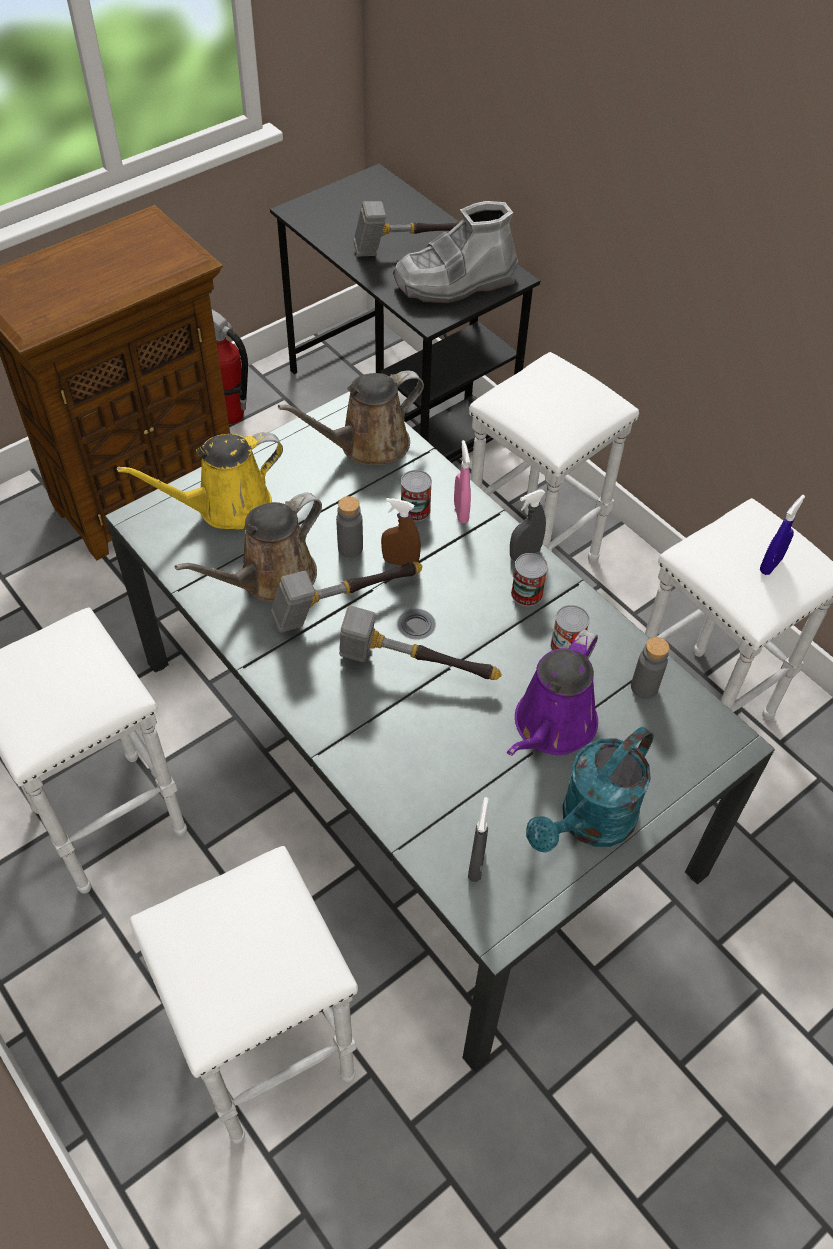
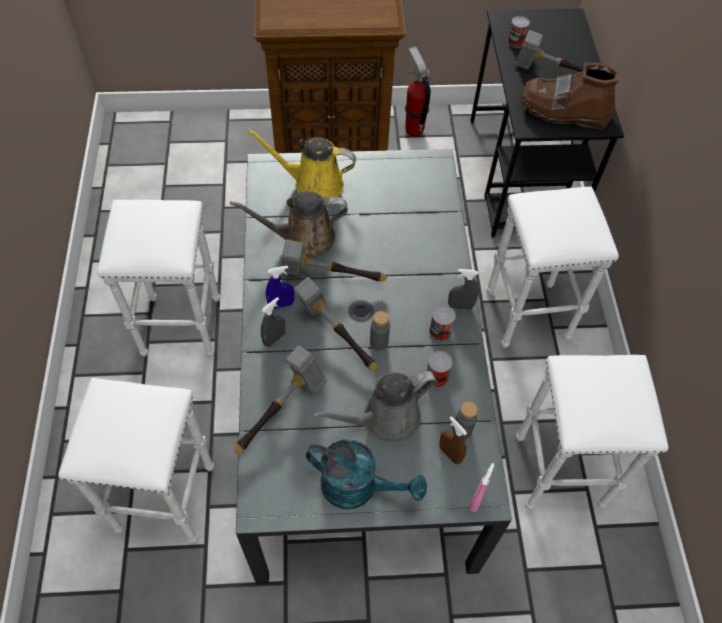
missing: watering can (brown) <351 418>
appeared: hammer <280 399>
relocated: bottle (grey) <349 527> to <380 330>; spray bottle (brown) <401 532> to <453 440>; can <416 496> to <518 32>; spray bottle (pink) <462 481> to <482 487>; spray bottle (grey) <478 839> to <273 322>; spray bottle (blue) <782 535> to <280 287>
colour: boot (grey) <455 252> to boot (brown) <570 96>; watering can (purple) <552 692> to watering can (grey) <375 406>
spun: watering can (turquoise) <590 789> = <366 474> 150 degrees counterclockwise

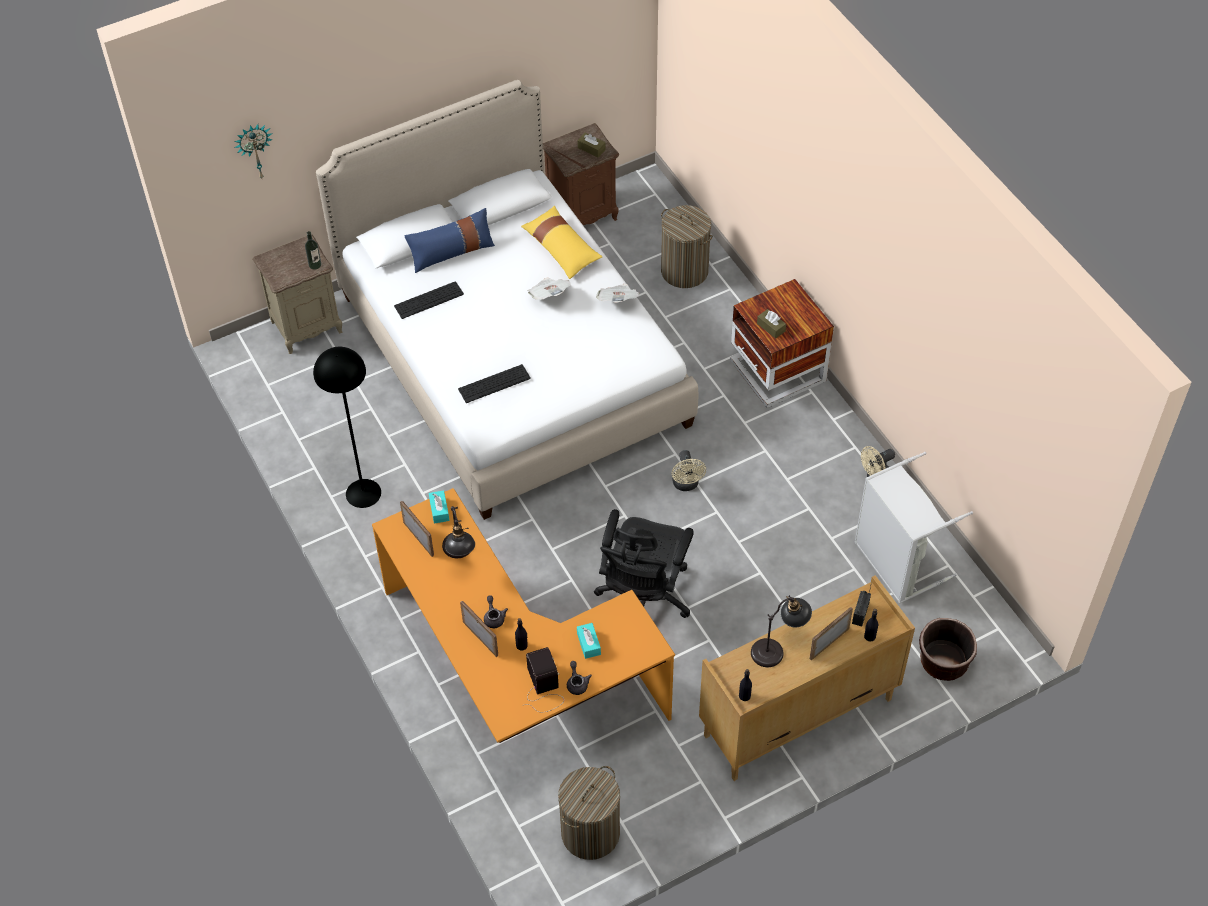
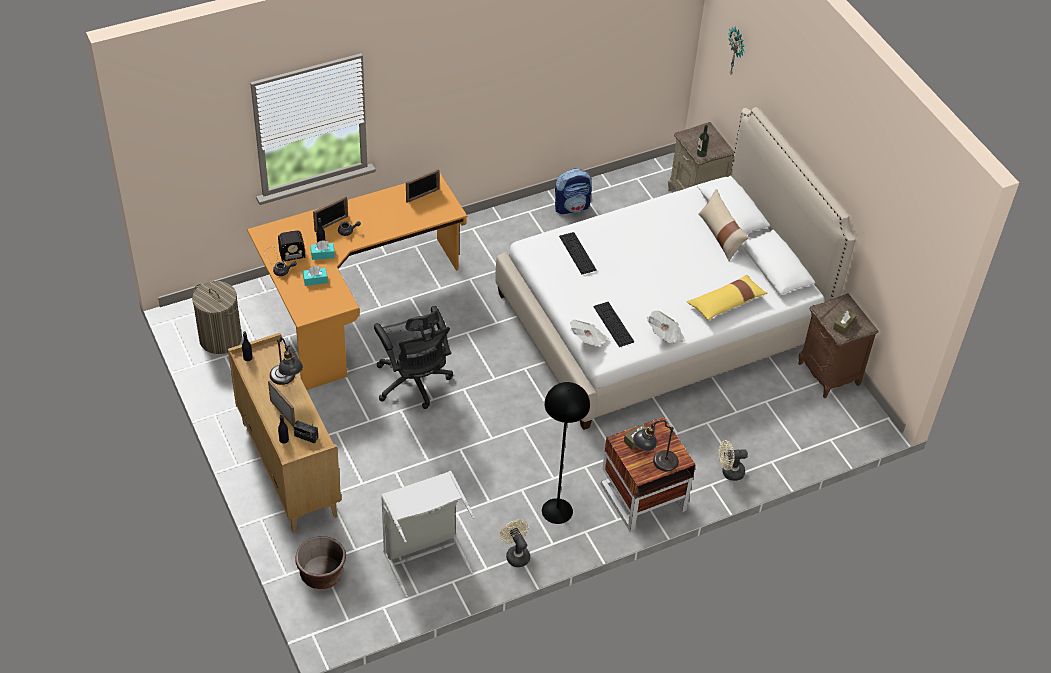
missing: laundry basket <687 246>
appeared: backpack <573 191>
relocated: floor lamp (black) <347 427> to <566 453>; keyboard <429 300> to <613 324>; tissue box (turquoise) <439 507> to <323 250>; table lamp (grey) <458 532> to <656 445>; newspaper <549 289> to <589 333>; fan (beige) <689 470> to <733 460>
colour: pillow (blue) <449 240> to pillow (beige) <723 225>
spun: office chair <644 563> = <413 357> 135 degrees counterclockwise

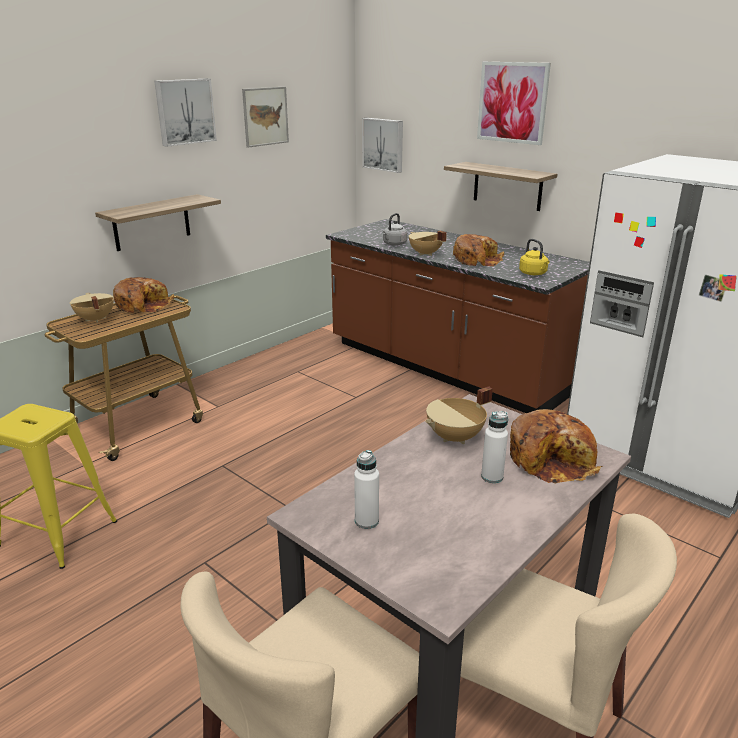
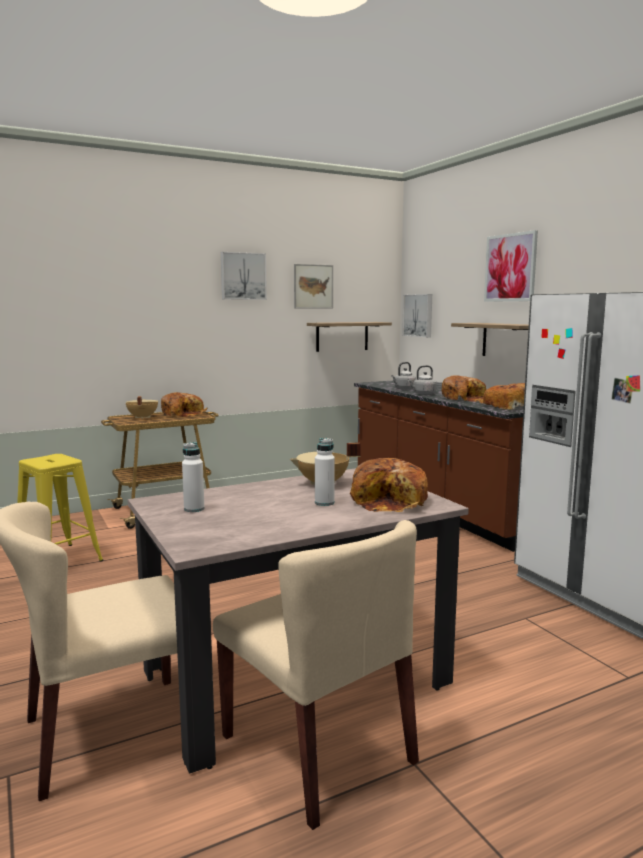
relocated: shelf <158 222> to <349 337>
exchanged: cooking pot (beige) <428 243> to kettle (grey) <422 380>; kettle (yellow) <534 257> to bread <501 396>

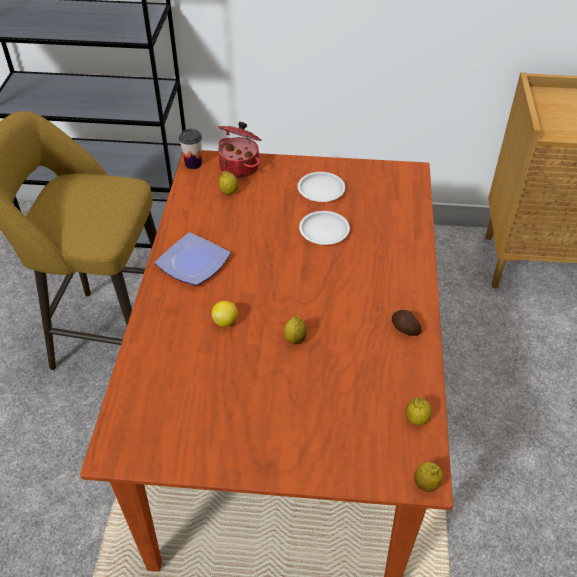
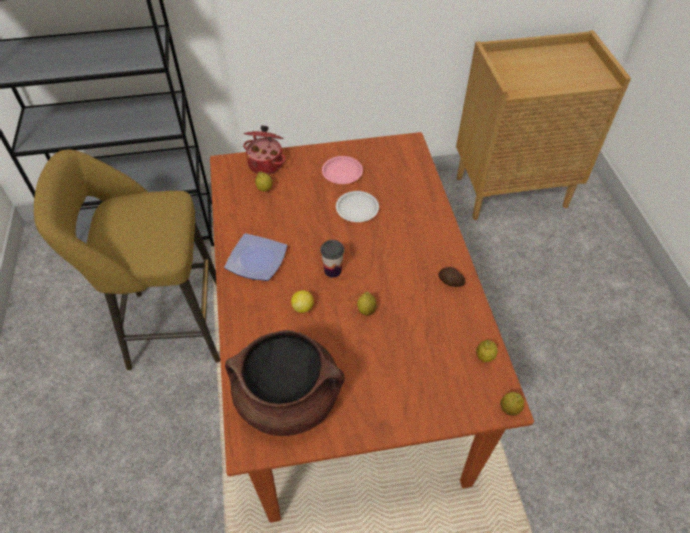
appeared: cooking pot (brown) <285 383>
relocated: cup <190 149> to <332 259>
colour: plate (white) <321 187> to plate (pink) <342 170>

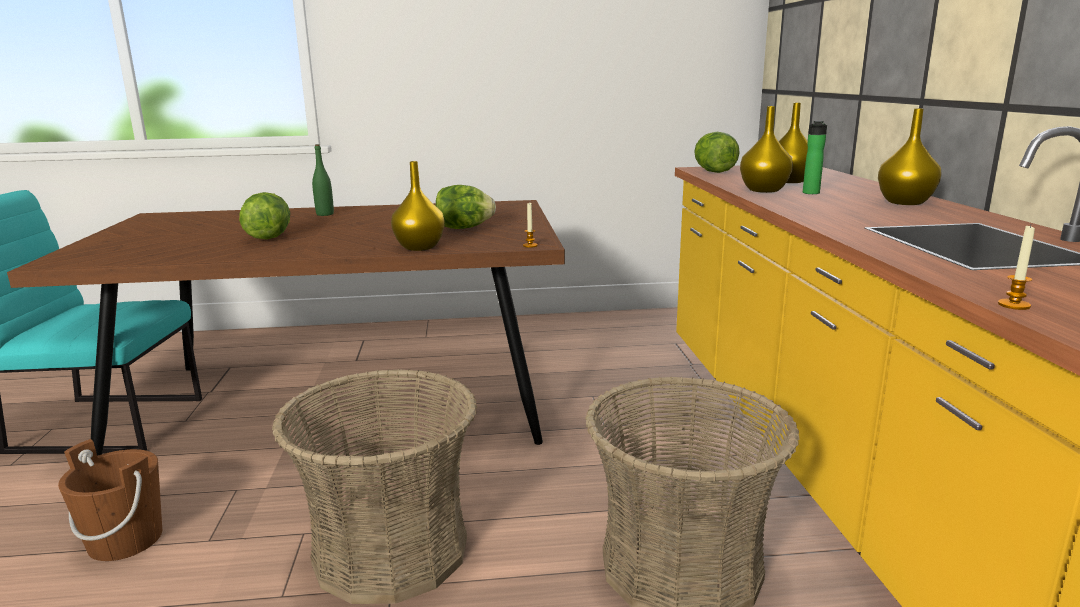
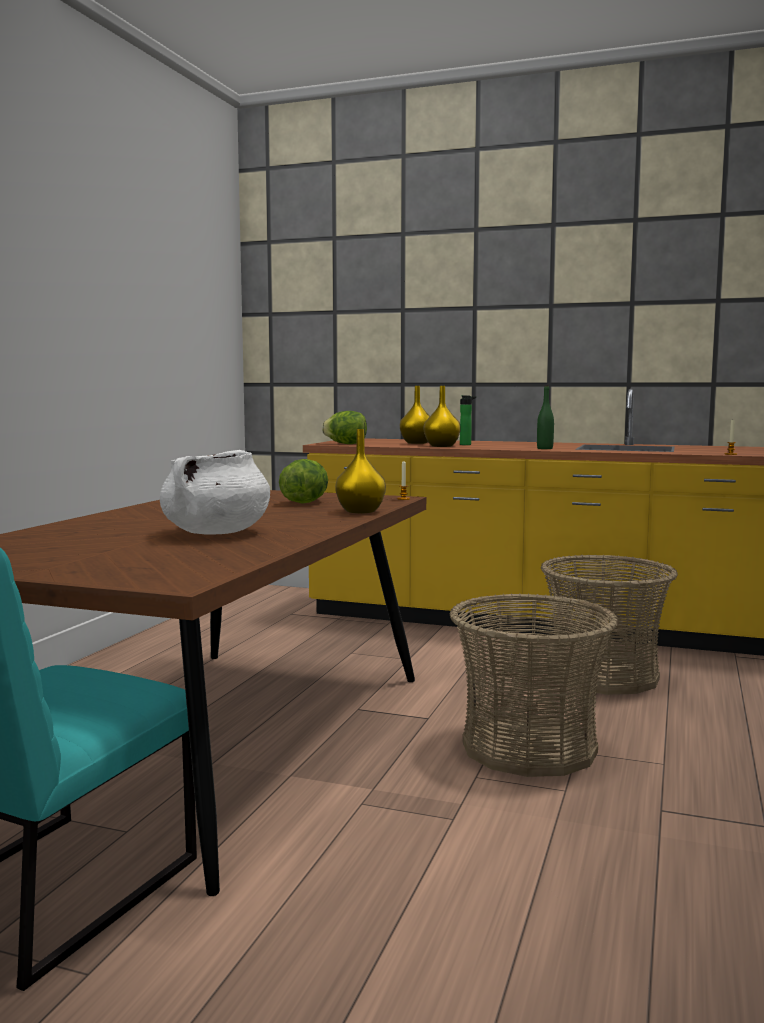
missing: bucket (brown) <110 500>; vase (yellow) <910 156>
relocated: bottle (green) <323 180> to <545 417>
exchanged: lettuce <264 215> to cooking pot (white) <215 492>

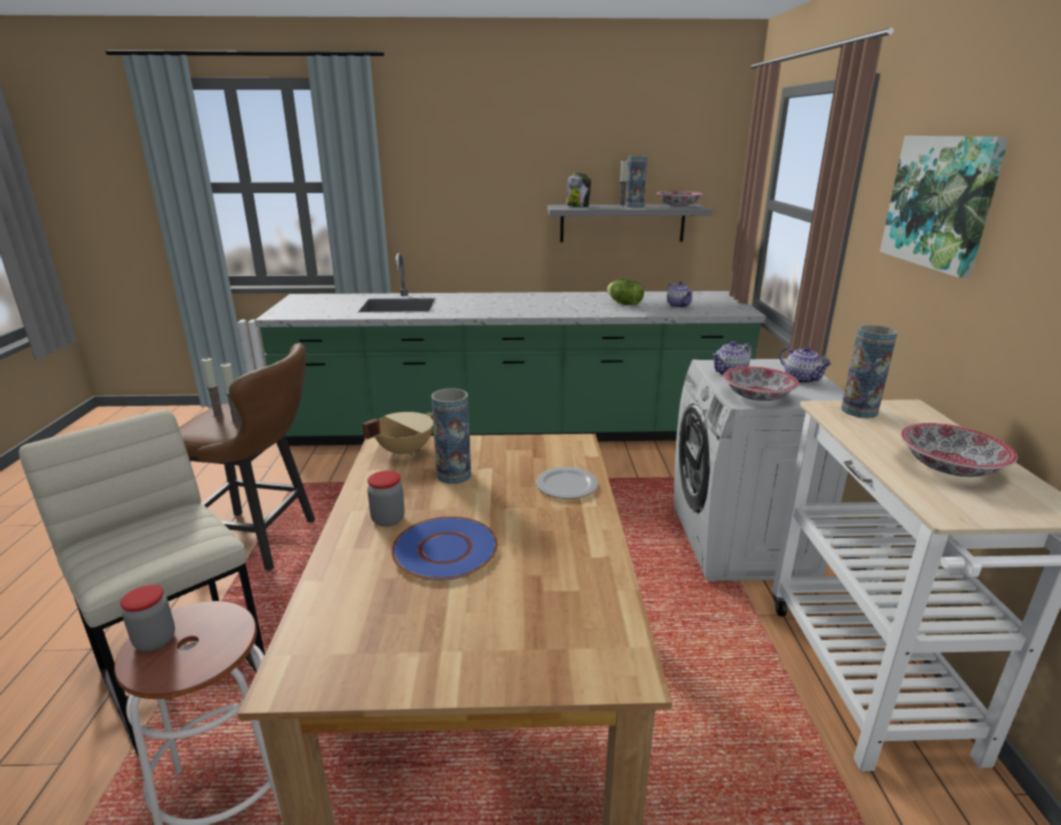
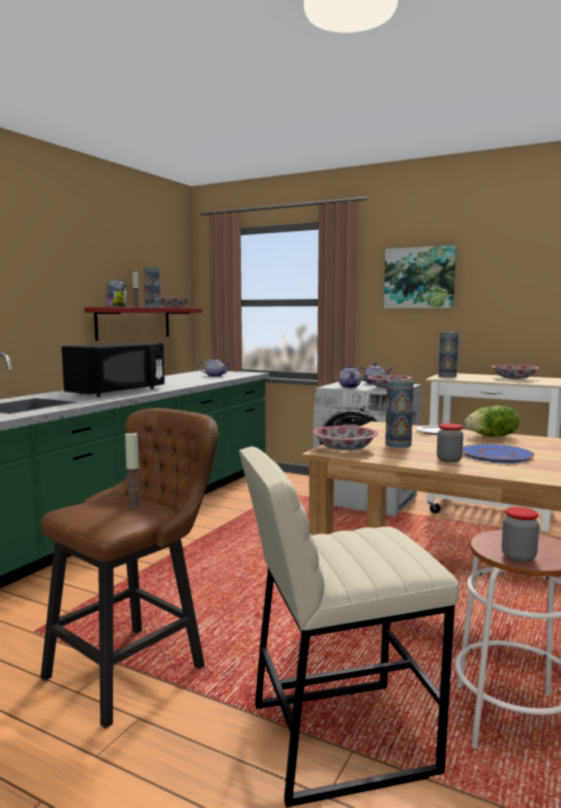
missing: candle <212 387>
appeared: microwave (black) <113 369>
relocated: lettuce <625 292> to <492 421>
exchanged: cooking pot (beige) <397 434> to bowl <345 438>
colour: shelf (grey) <629 223> to shelf (red) <143 324>

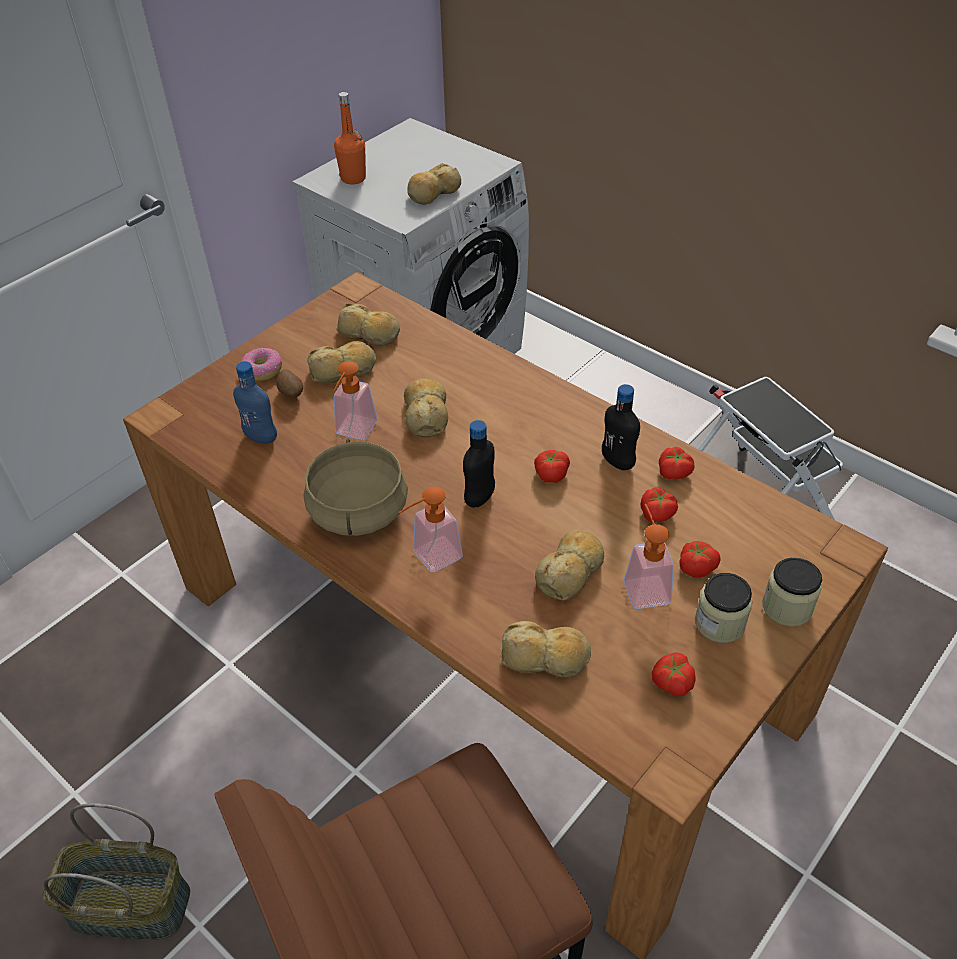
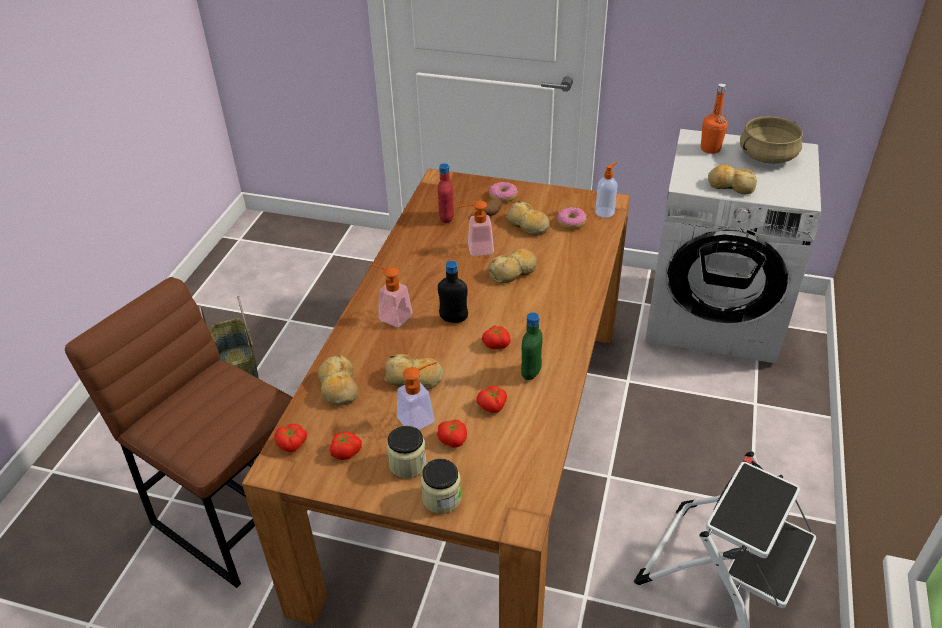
appeared: soap dispenser <606 190>
relocated: cooking pot (beige) <355 487> to <771 140>; tomato <677 463> to <290 438>
exchanged: bread <368 324> to donut <572 218>
colour: bottle (blue) <255 402> to bottle (red) <446 193>; bottle (black) <621 427> to bottle (green) <532 346>

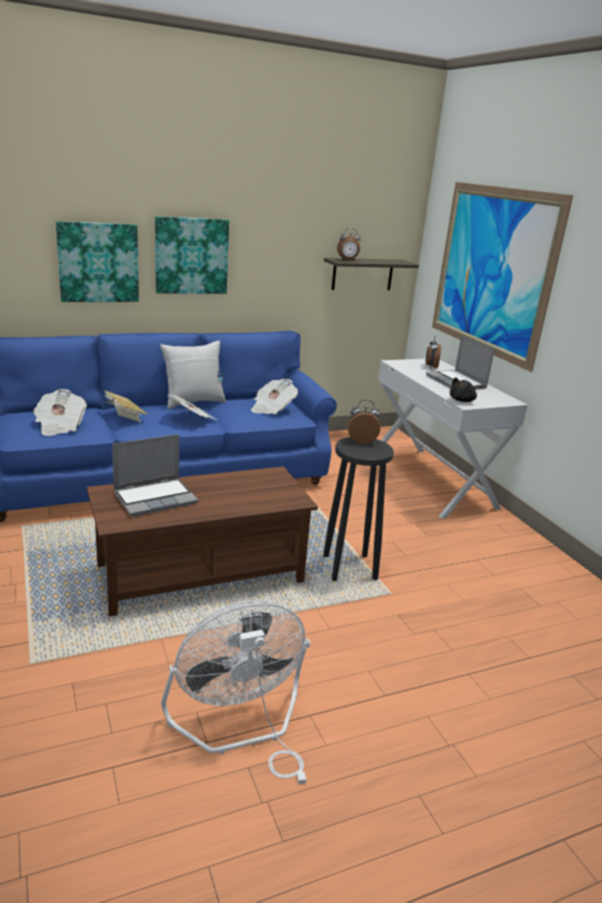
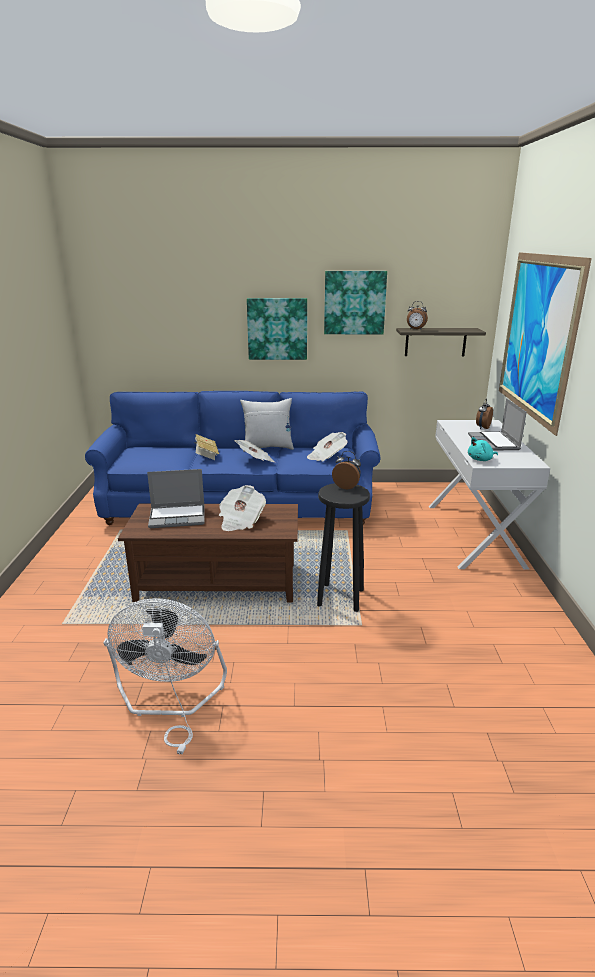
relocated: newspaper <60 412> to <242 508>; picture <97 261> to <355 302>
colour: plush toy (black) <463 390> to plush toy (turquoise) <483 449>

